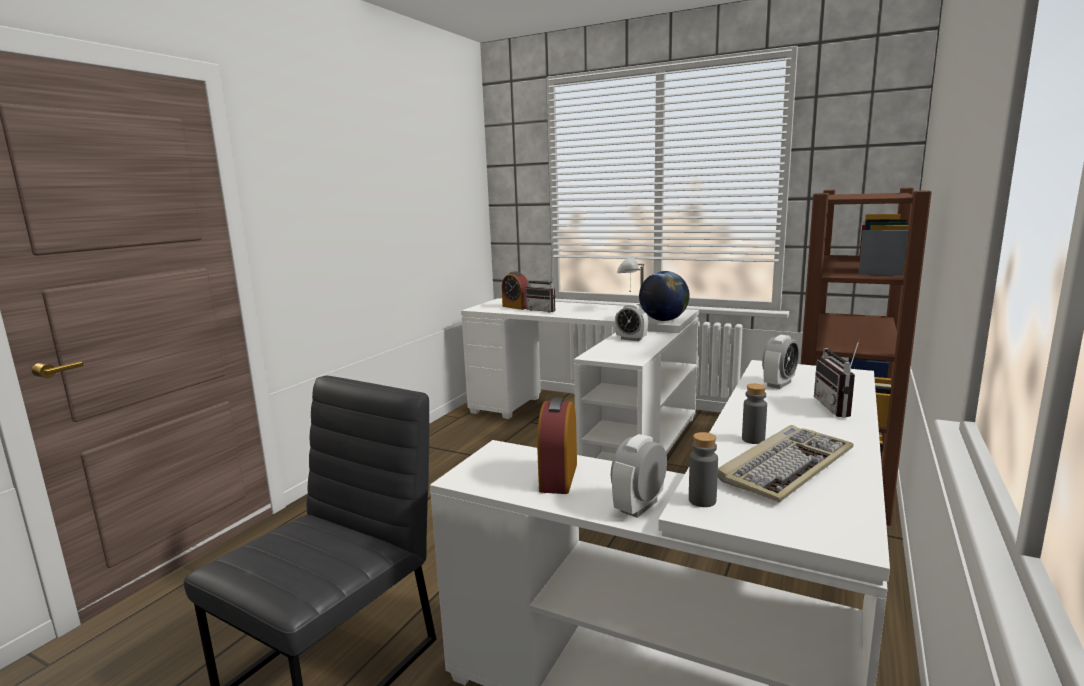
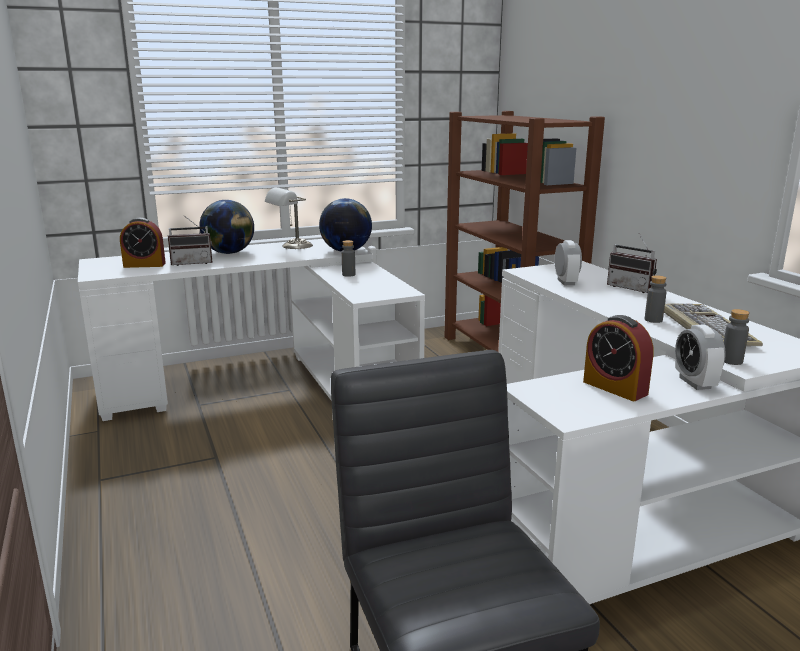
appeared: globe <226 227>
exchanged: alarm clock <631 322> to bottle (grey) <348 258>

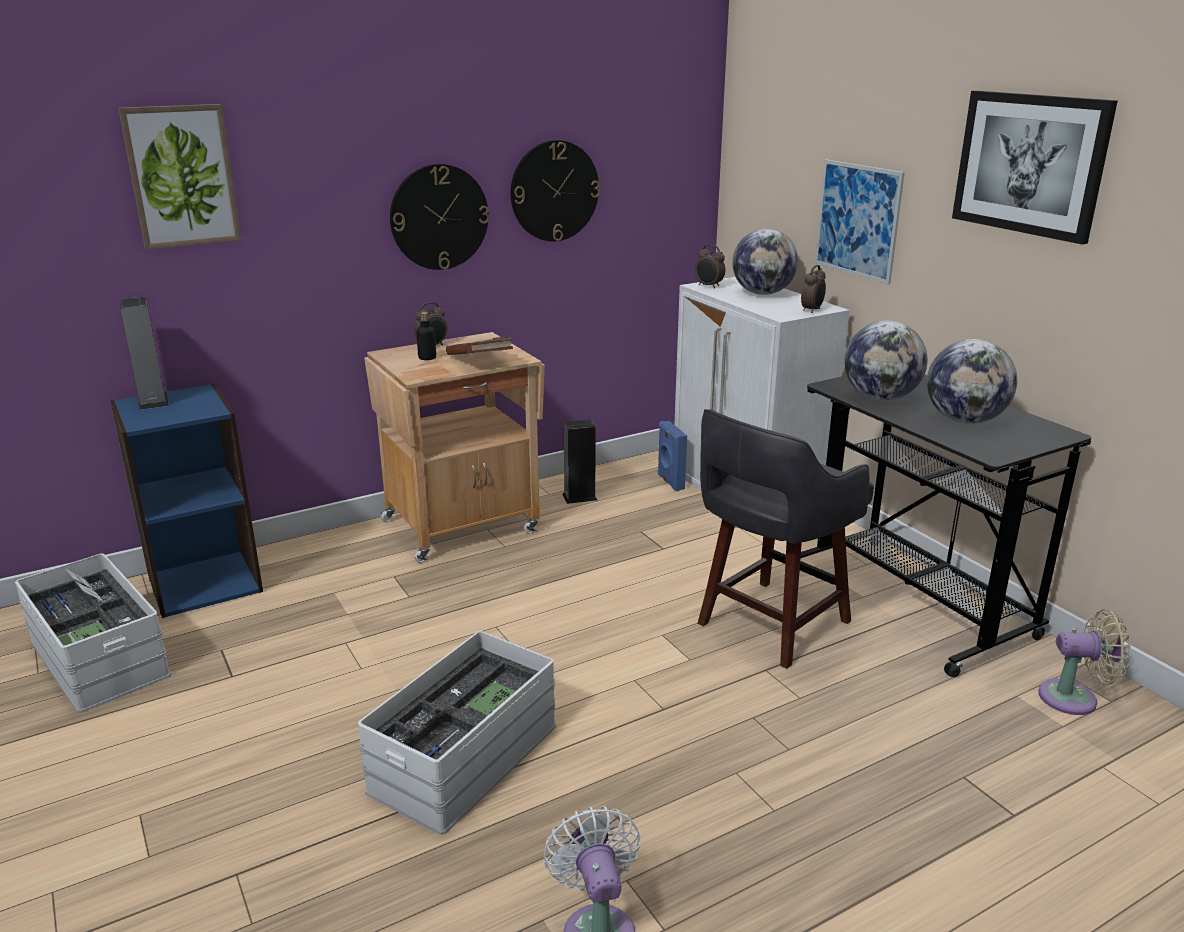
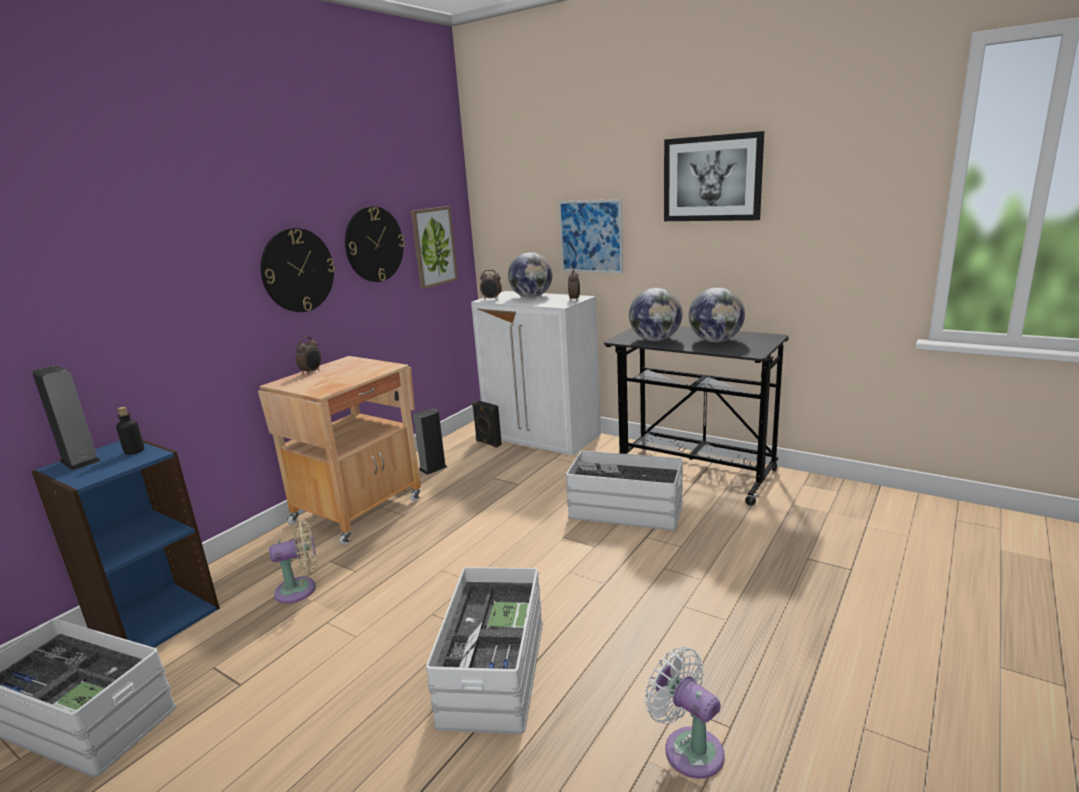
missing: book (brown) <479 346>
relocated: picture <180 177> to <434 247>; bottle <426 336> to <130 431>; fan (beige) <1084 662> to <293 562>
exchanged: stool (grey) <786 539> to storage box (white) <624 490>
colour: speaker (blue) <672 456> to speaker (black) <487 424>

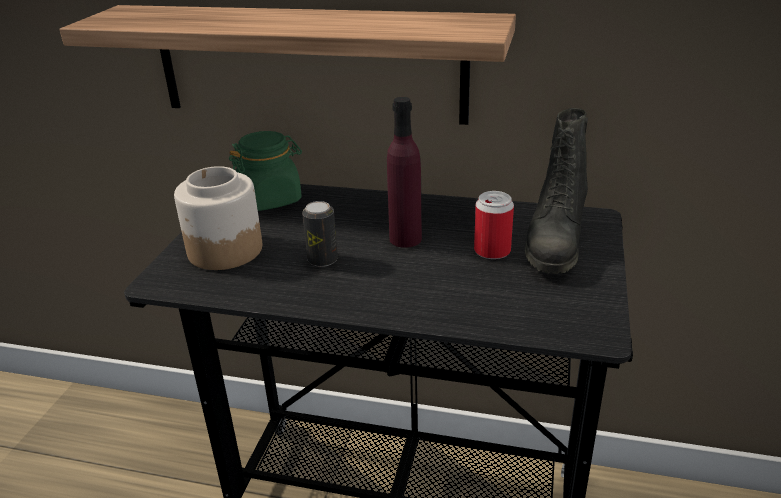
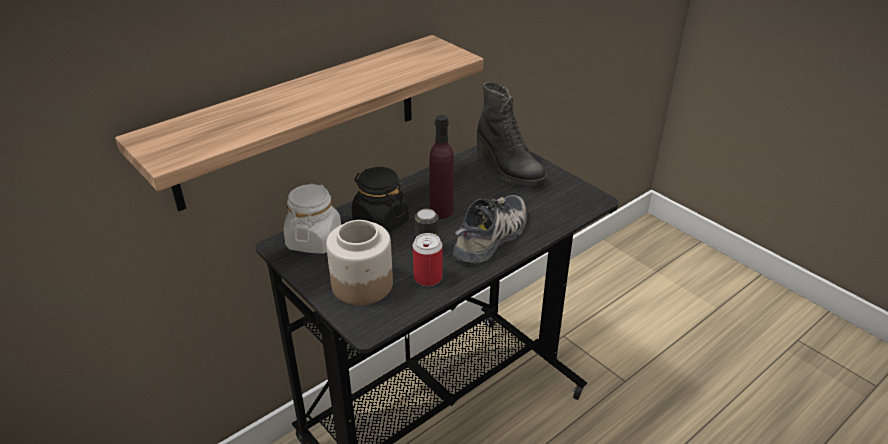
appeared: jar (black) <380 200>; shoe <490 229>
relocated: can <494 225> to <428 259>
colour: jar (green) <265 171> to jar (white) <312 219>

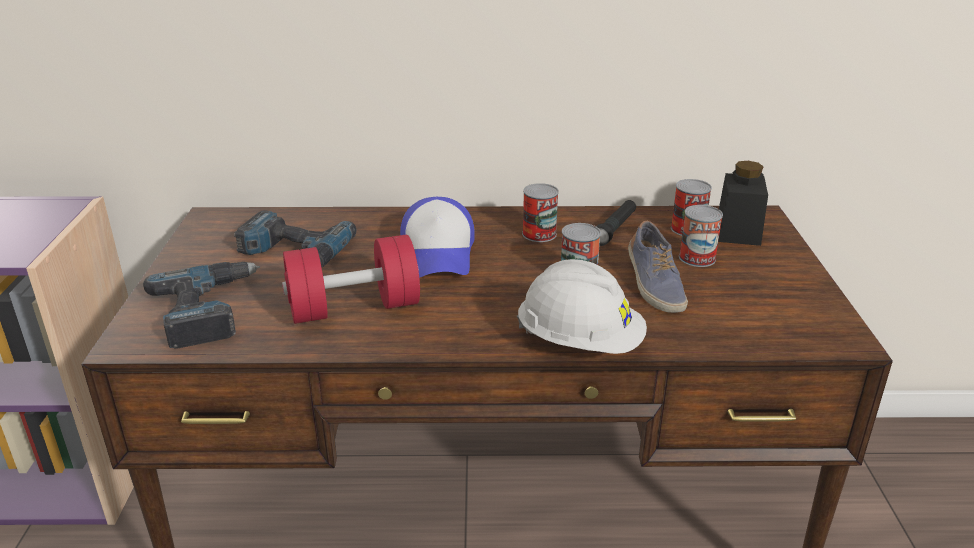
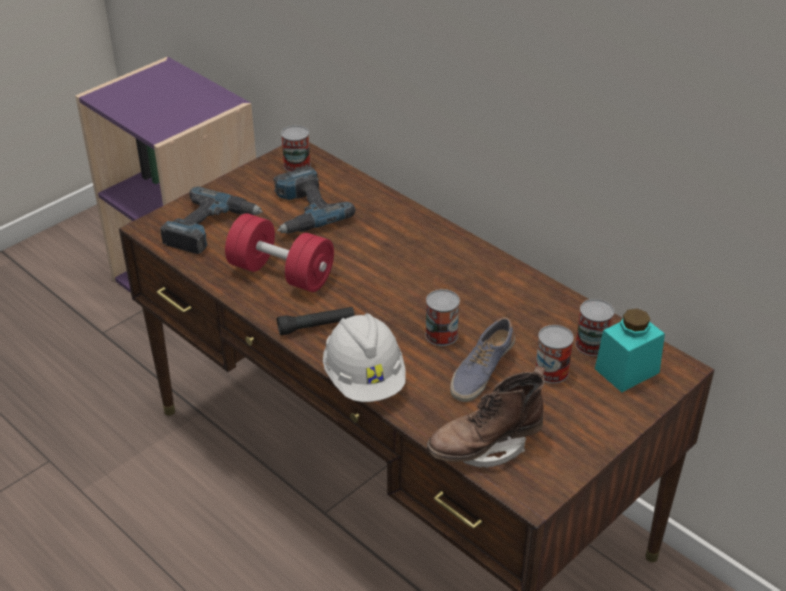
missing: cap <437 237>
appeared: boot (brown) <486 417>
relocated: can <540 212> to <296 148>; flashlight (black) <616 223> to <316 321>
colour: jar (black) <743 203> to jar (turquoise) <630 350>

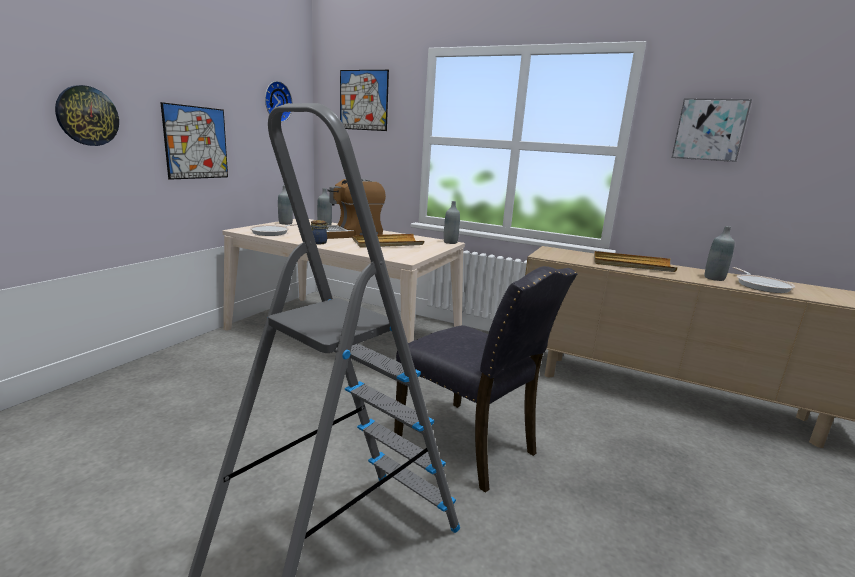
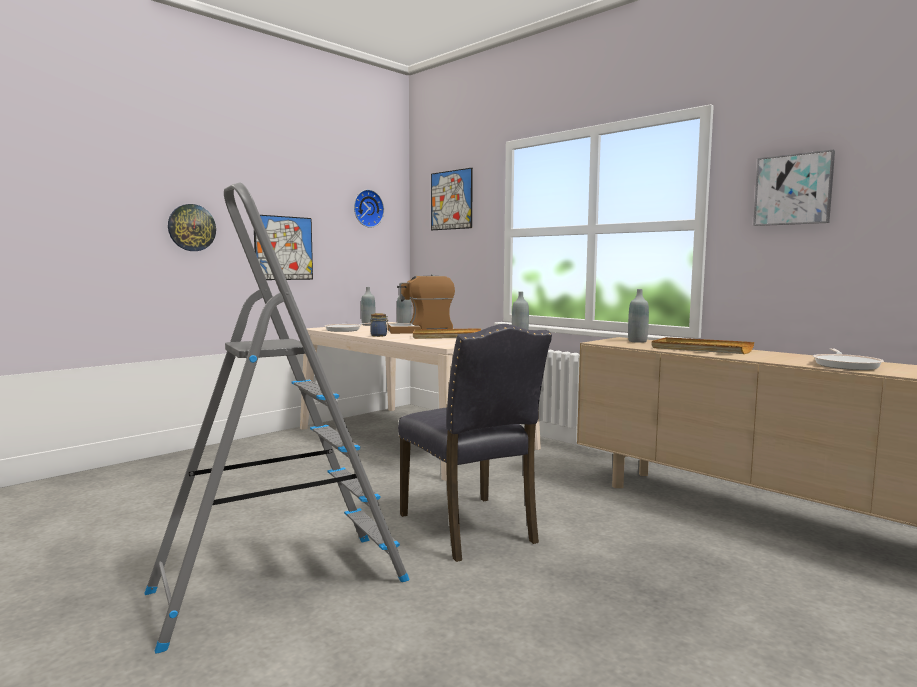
relocated: bottle (grey) <720 253> to <638 316>

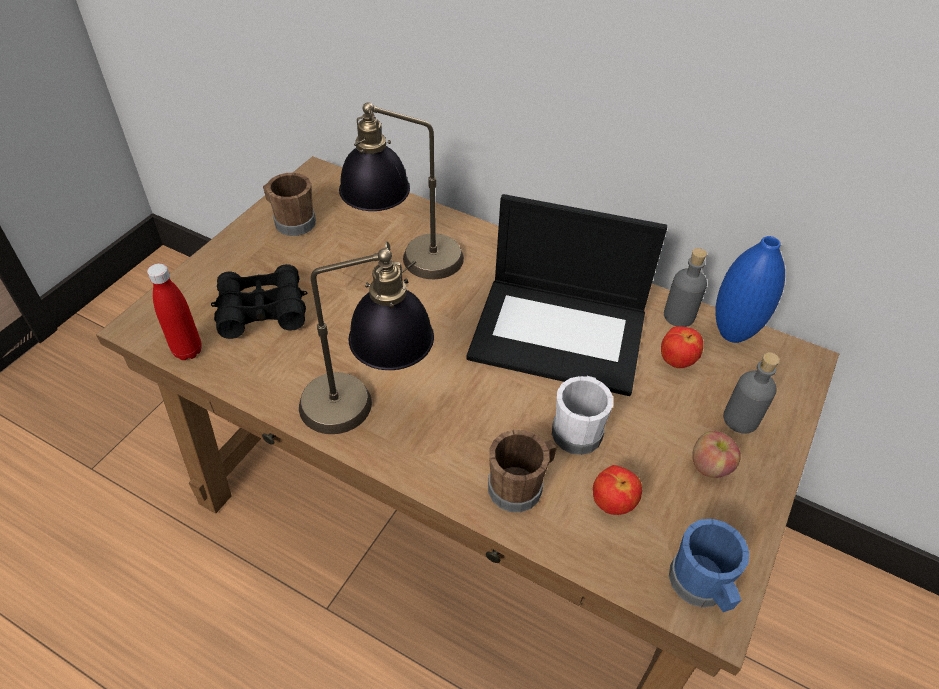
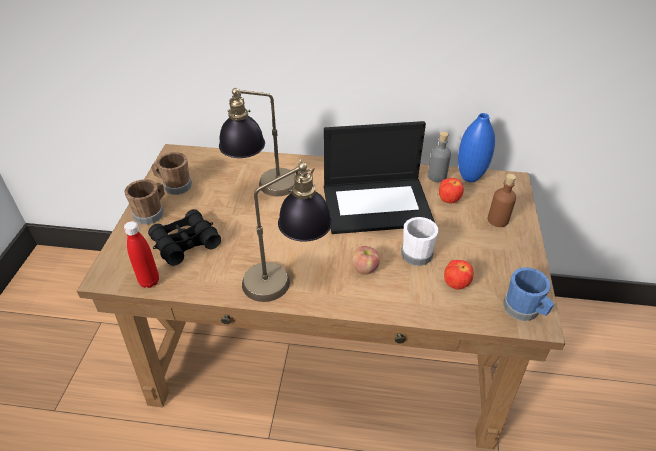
relocated: mug (brown) <522 471> to <145 202>; apple <716 454> to <366 260>
colour: bottle (grey) <751 393> to bottle (brown) <502 200>

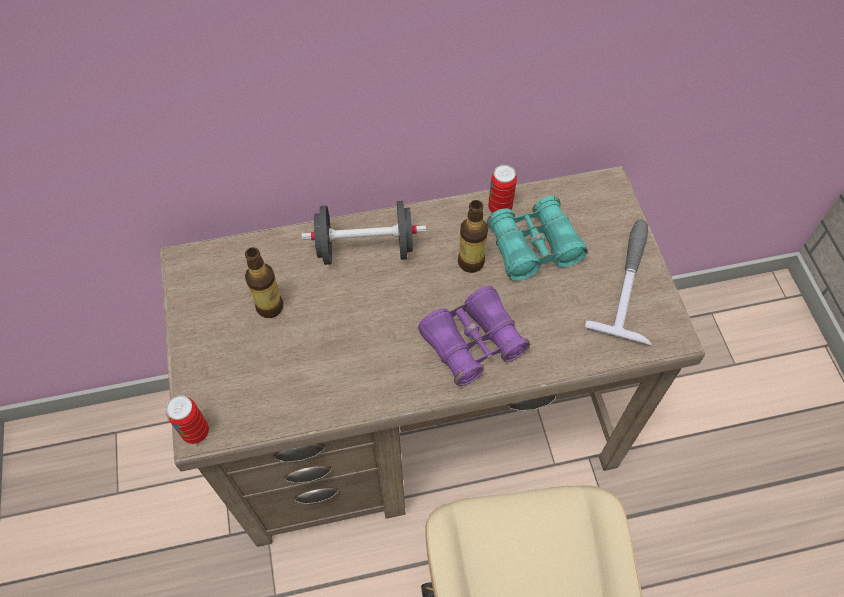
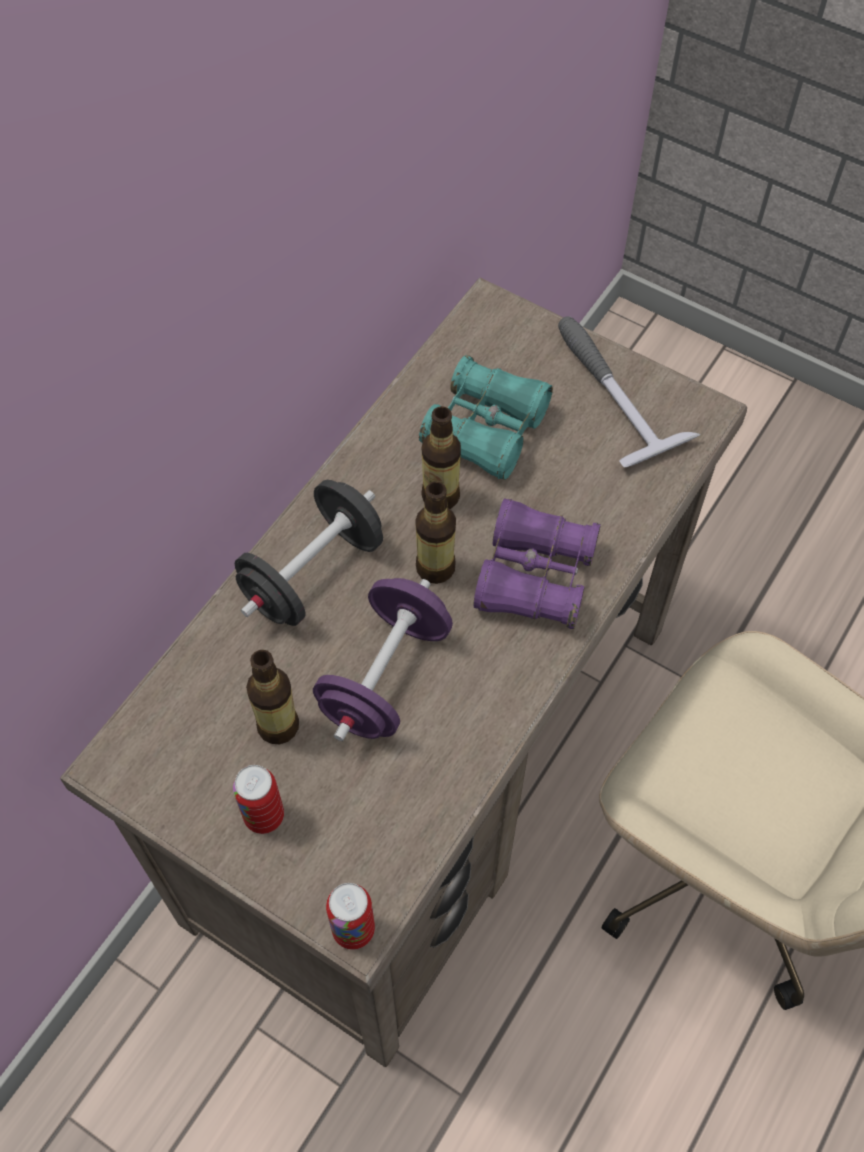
appeared: dumbbell (purple) <383 659>; bottle <435 533>
relocated: can <502 189> to <258 799>

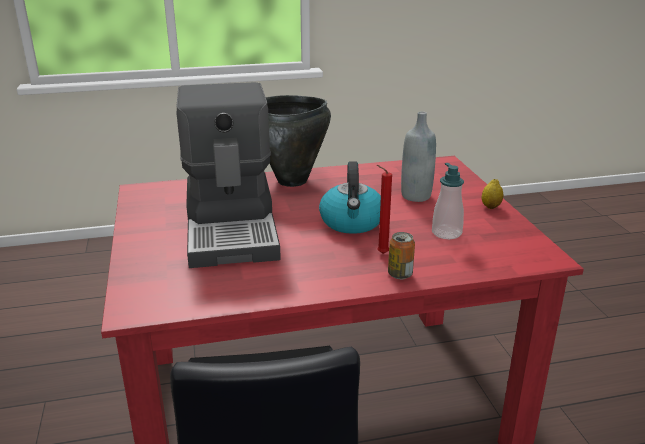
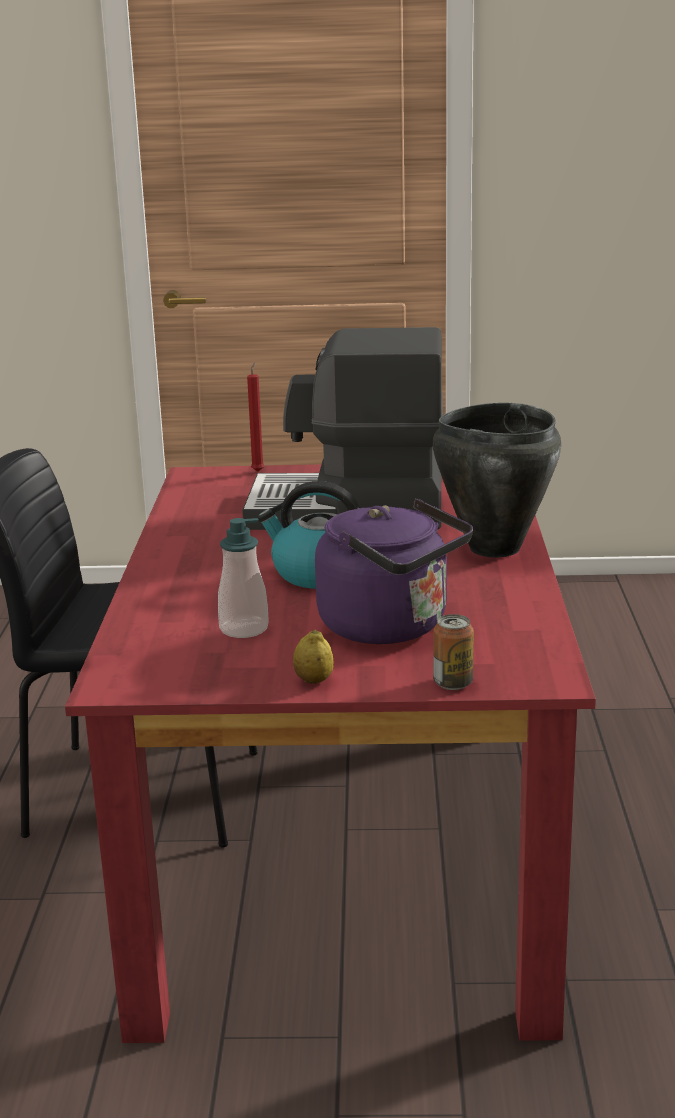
relocated: candle (red) <384 209> to <255 417>; can <401 255> to <453 652>
exchanged: bottle (grey) <418 156> to kettle (purple) <394 571>

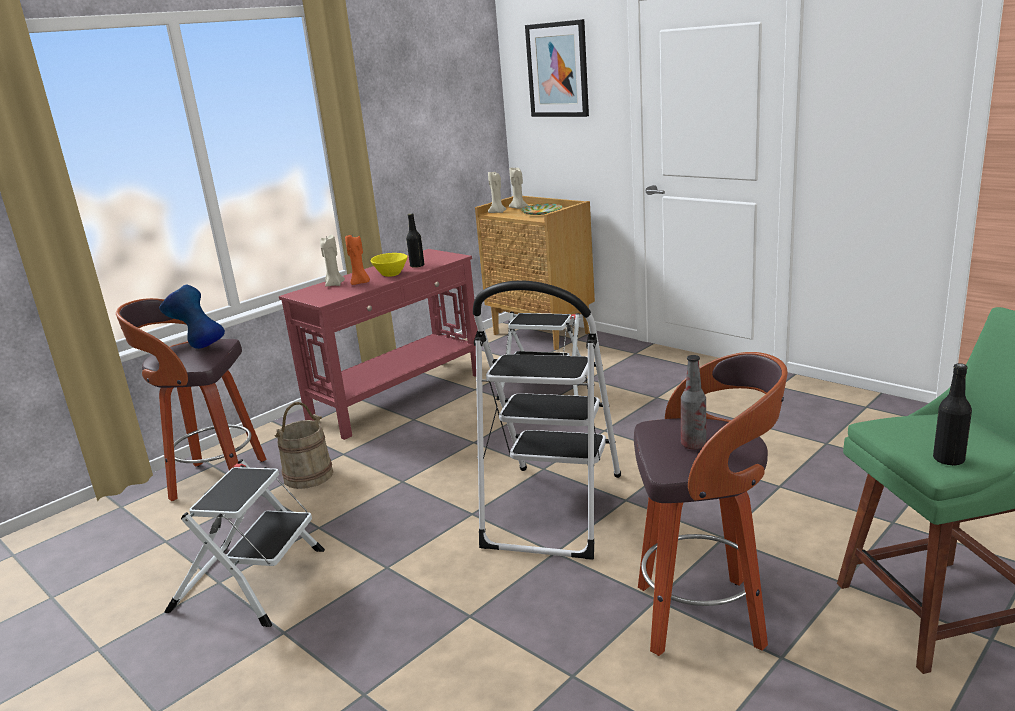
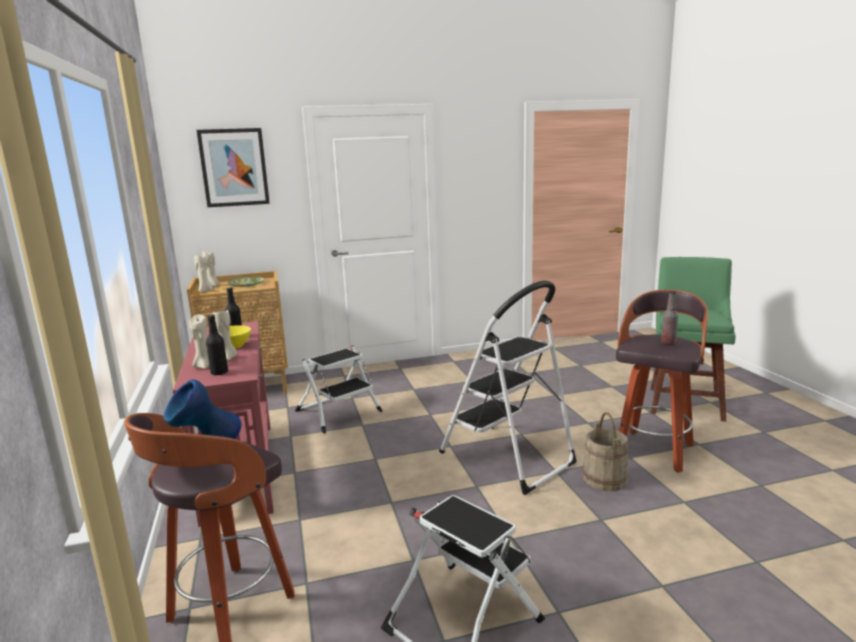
relocated: bucket (beige) <303 445> to <605 451>; bottle (black) <952 414> to <217 345>
colour: candle (orange) <357 259> to candle (beige) <225 334>

